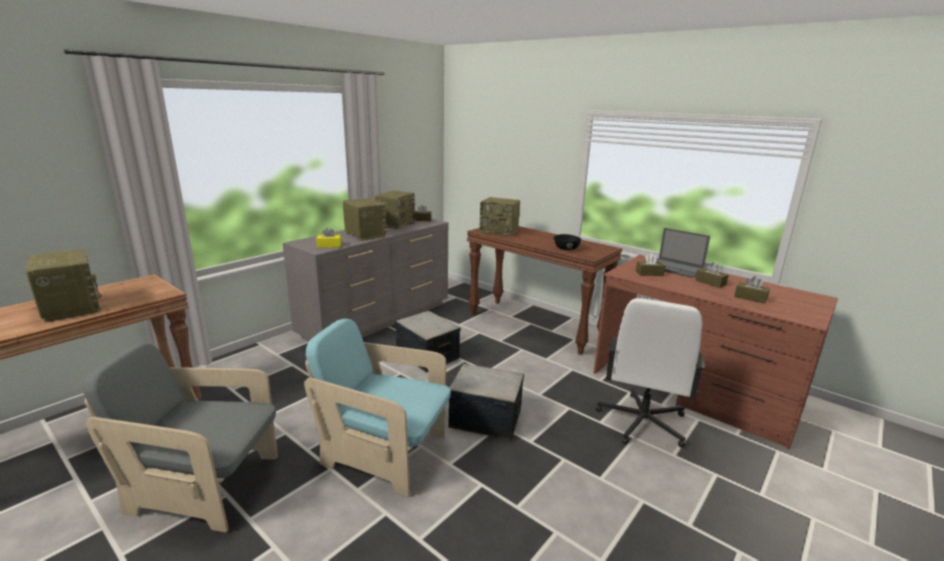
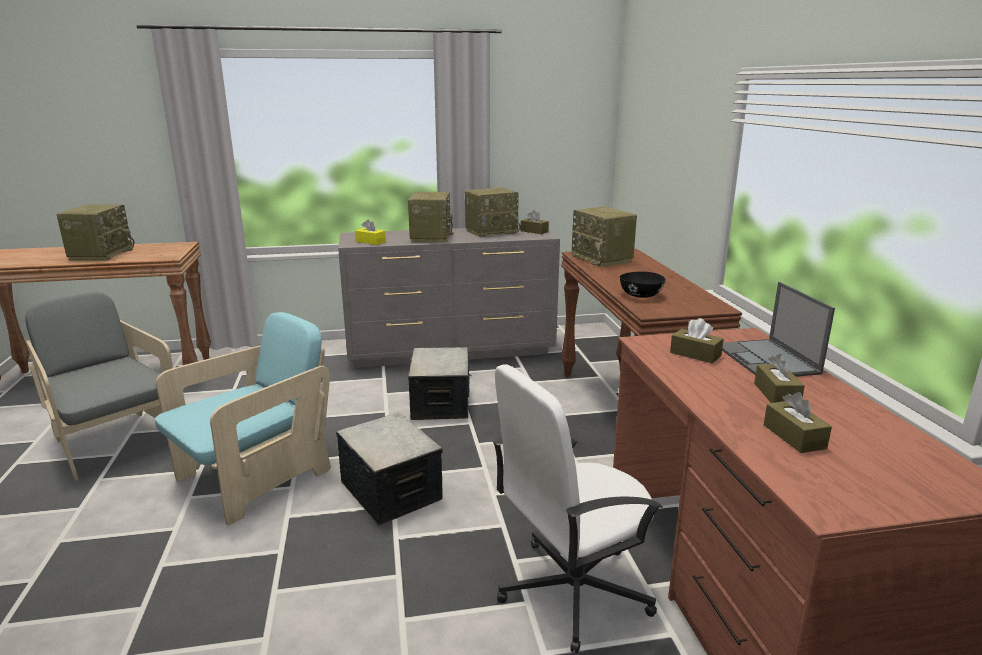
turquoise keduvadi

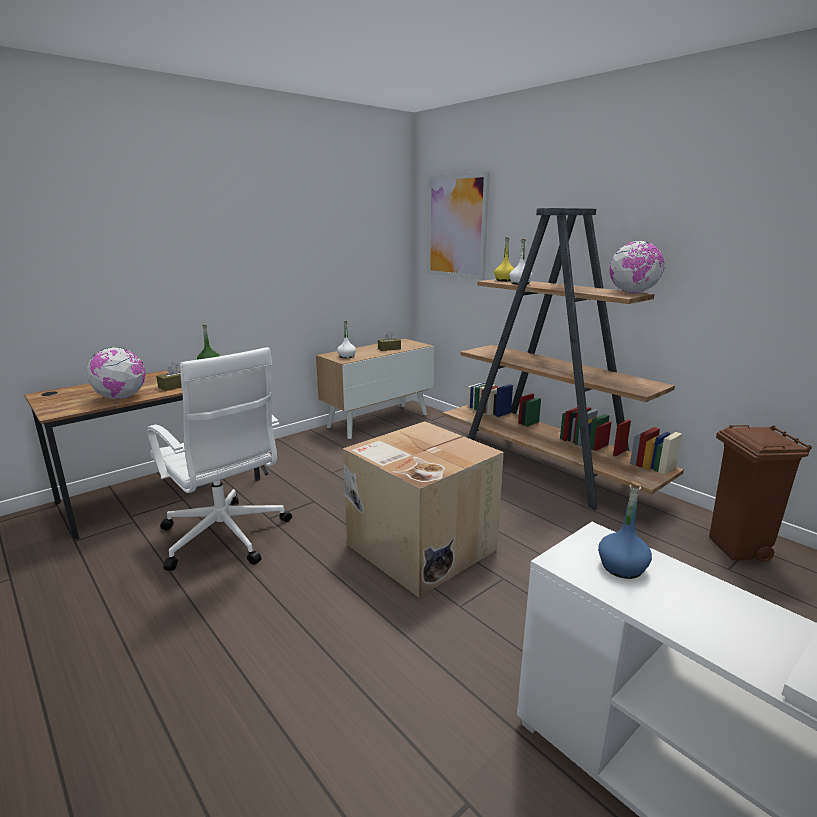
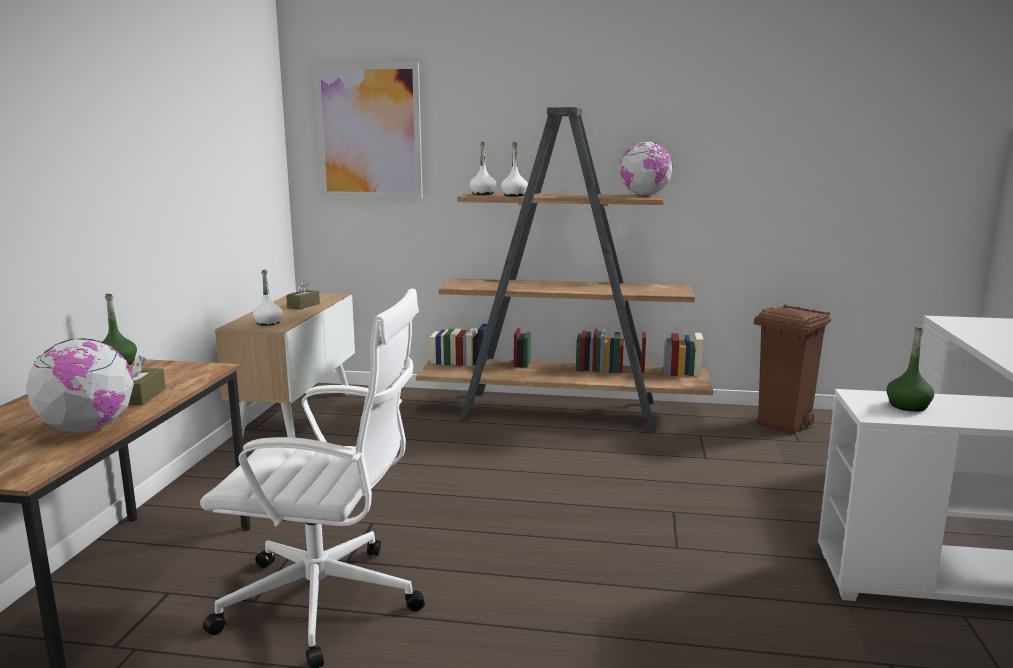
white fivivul (no. 2 from left)
green fivivul (no. 2 from left)
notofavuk

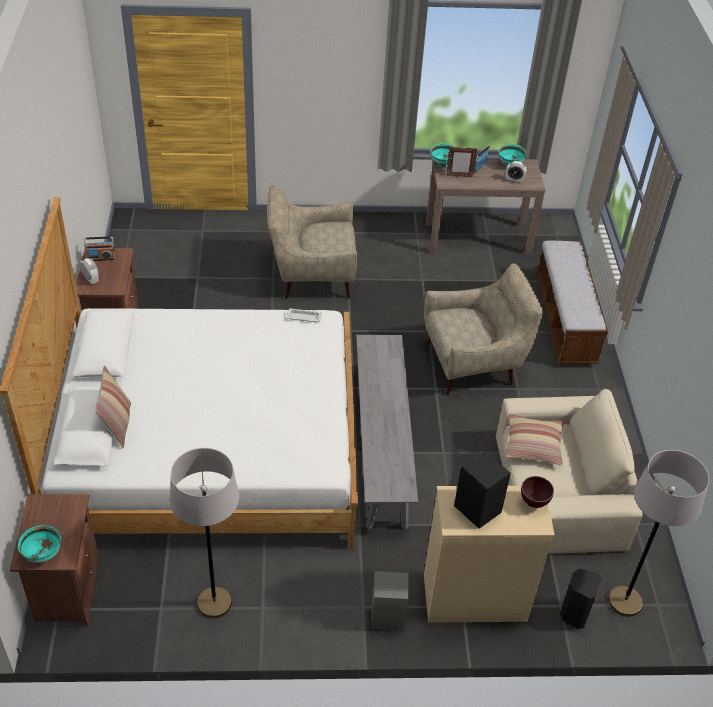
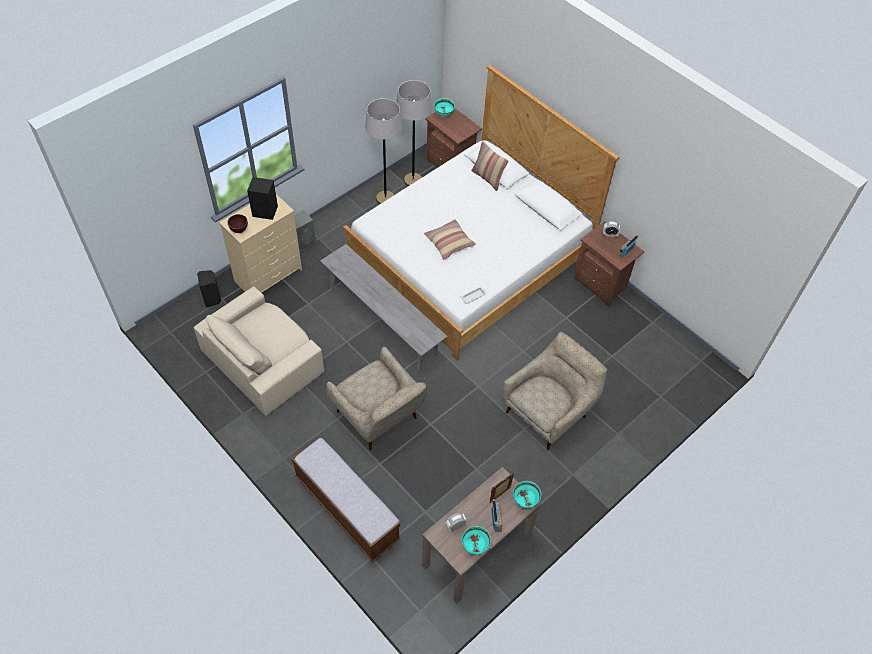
beige keduvadi (no. 2 from left)
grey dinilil (no. 2 from left)
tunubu (no. 1 from left)

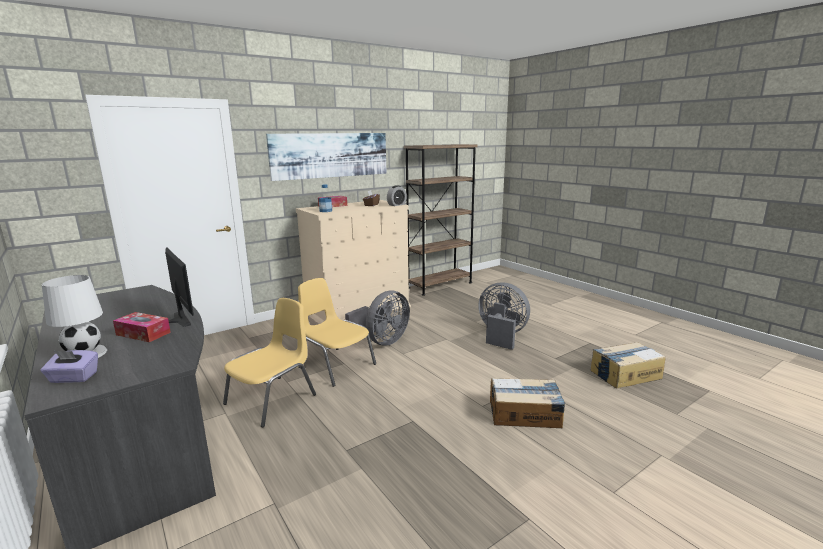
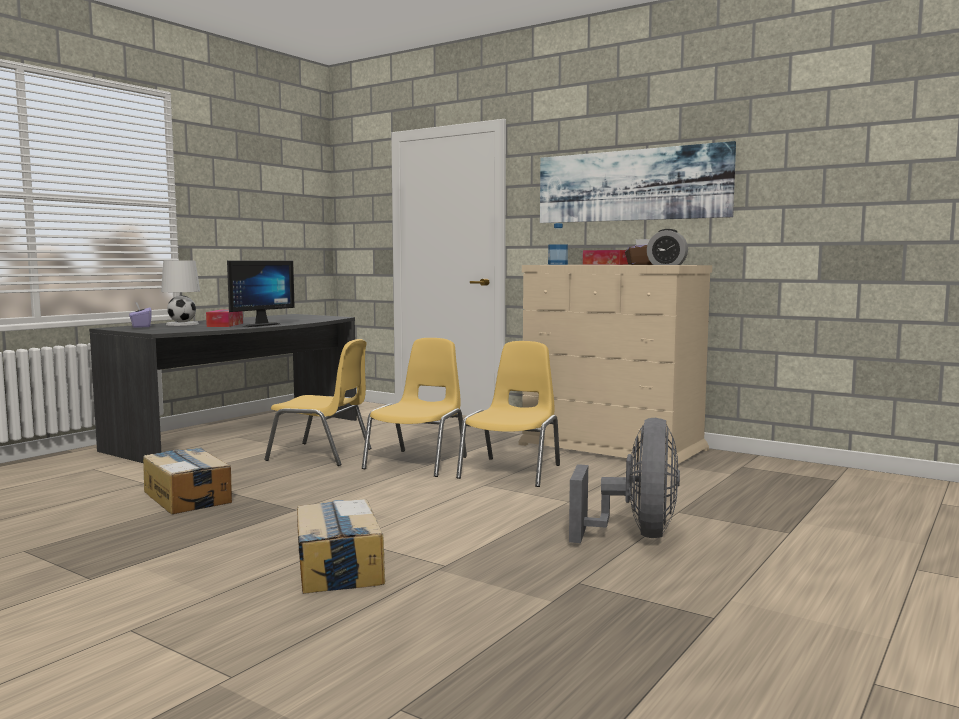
notofavuk (no. 1 from left)
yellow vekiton (no. 3 from left)
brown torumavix

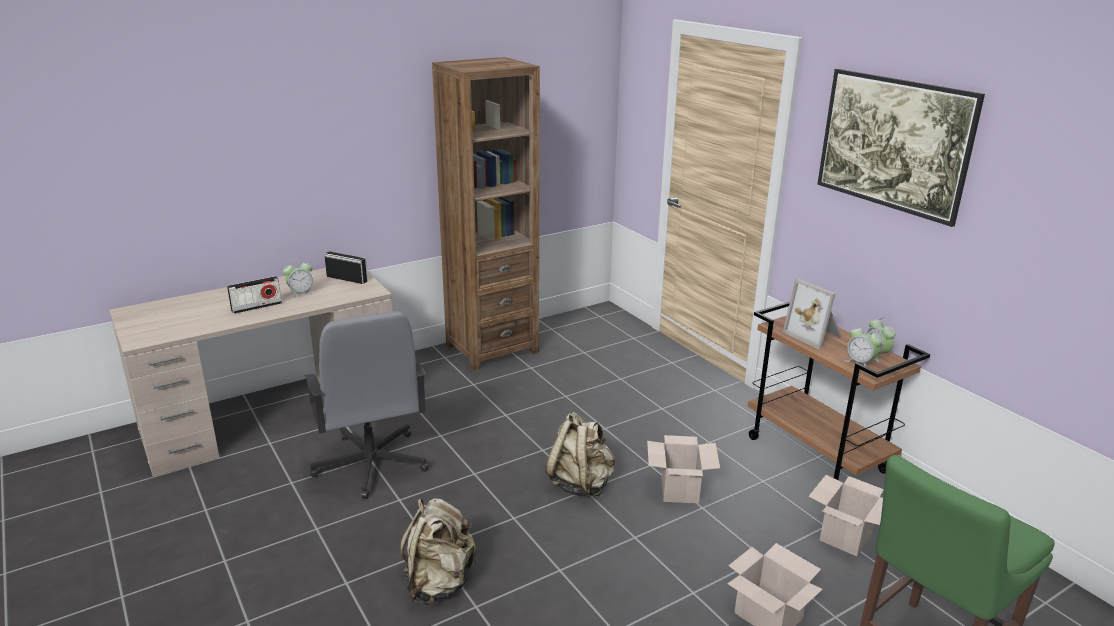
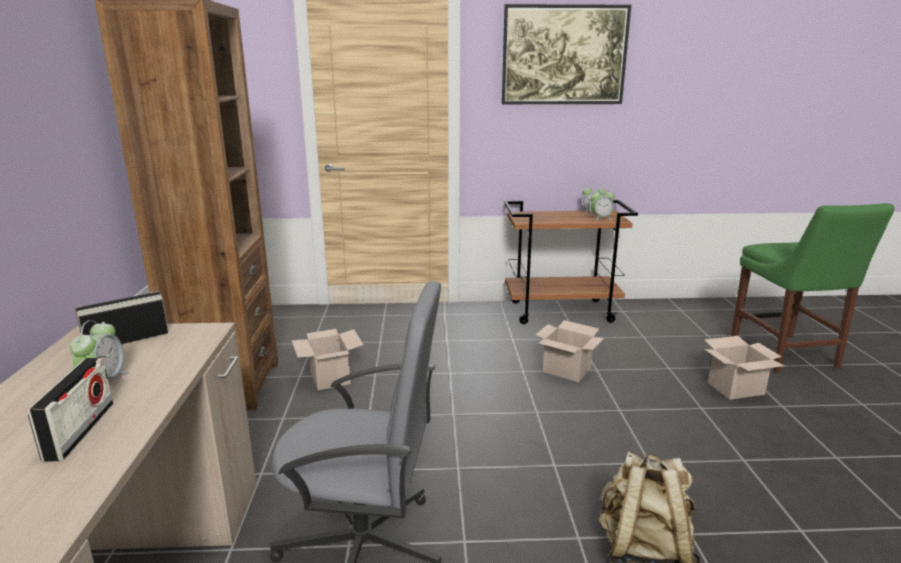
notofavuk (no. 1 from left)
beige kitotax (no. 2 from left in the first image)
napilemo

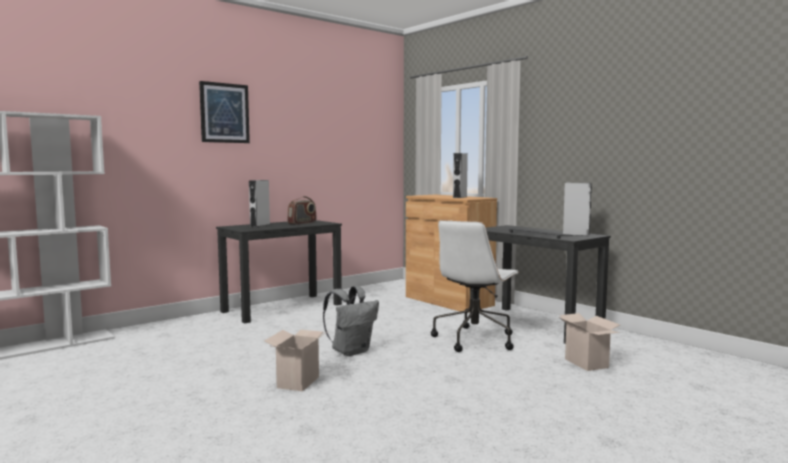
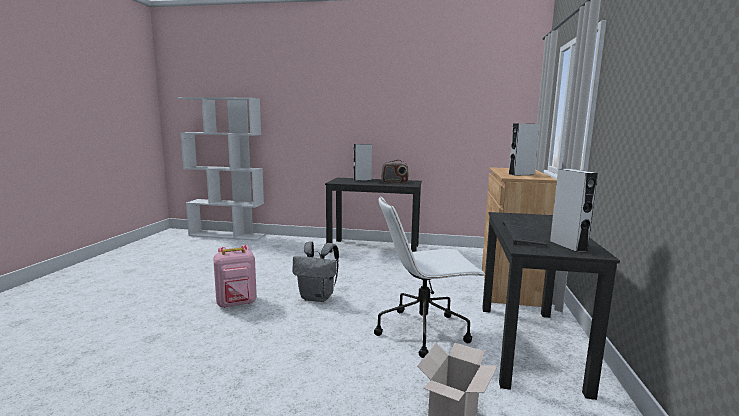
pink kitotax
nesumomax

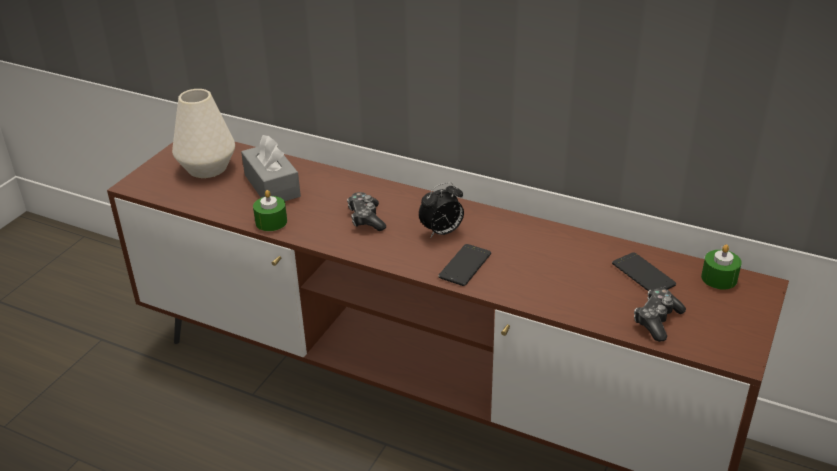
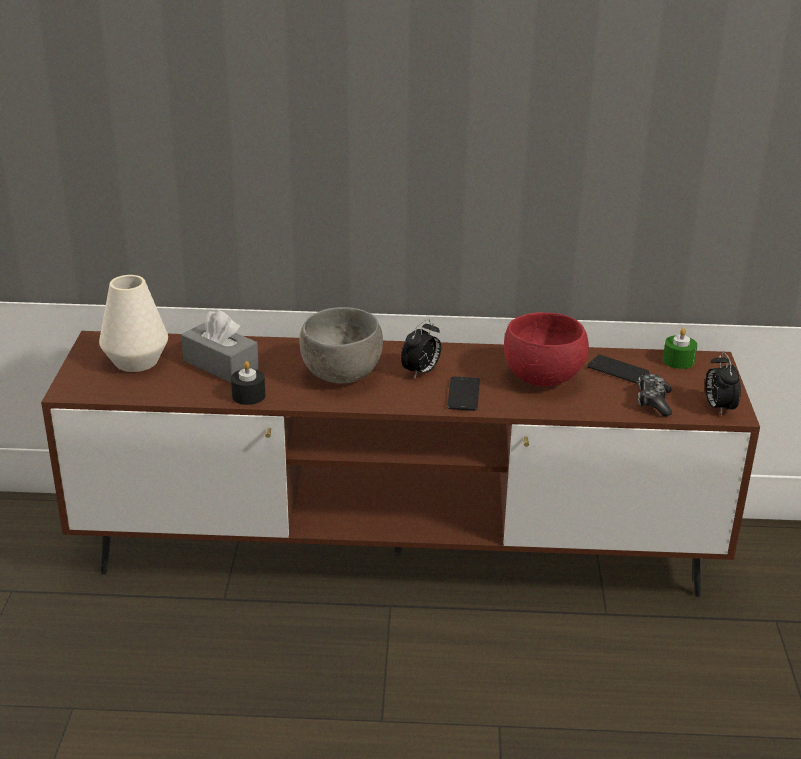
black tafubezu
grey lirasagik
red lirasagik
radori (no. 2 from left)

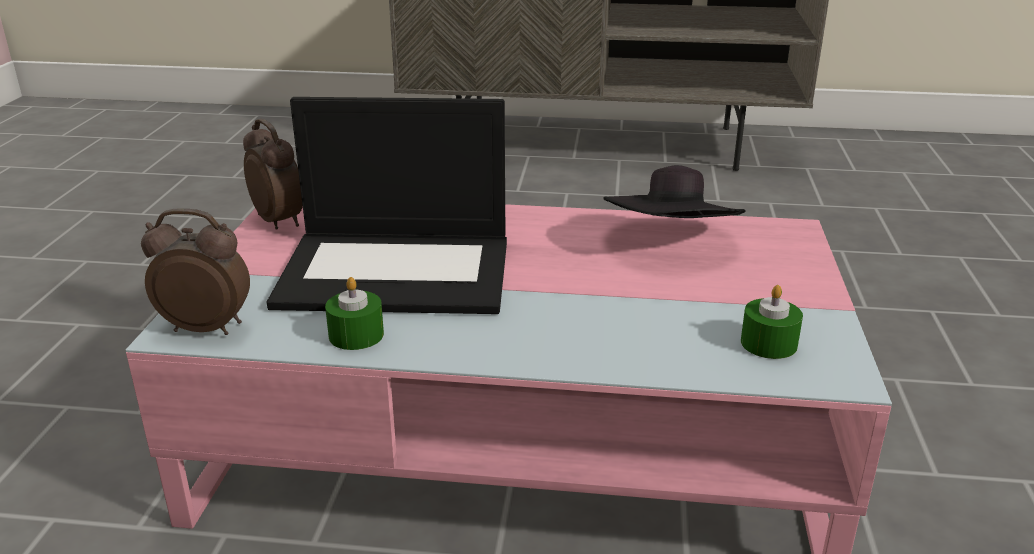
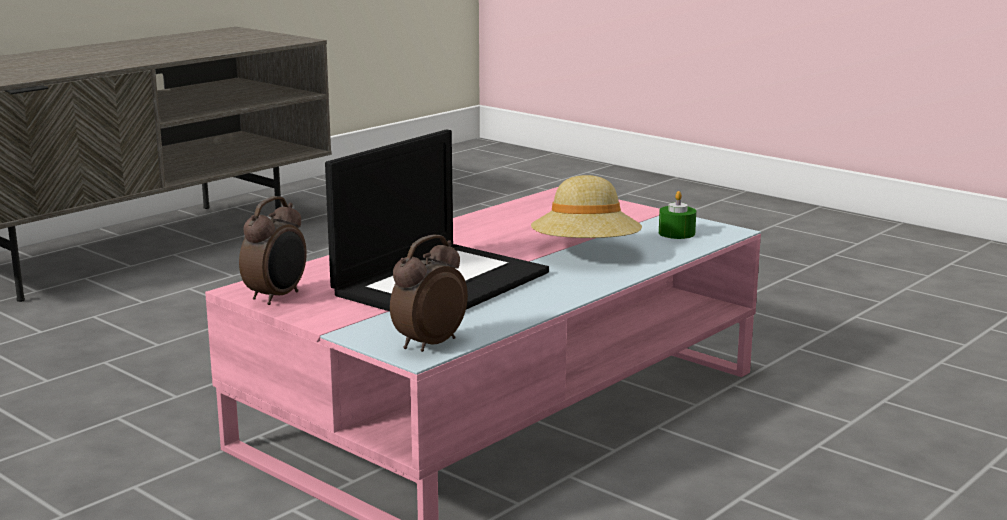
radori (no. 1 from left)
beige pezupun
green tafubezu (no. 1 from left in the first image)
black pezupun

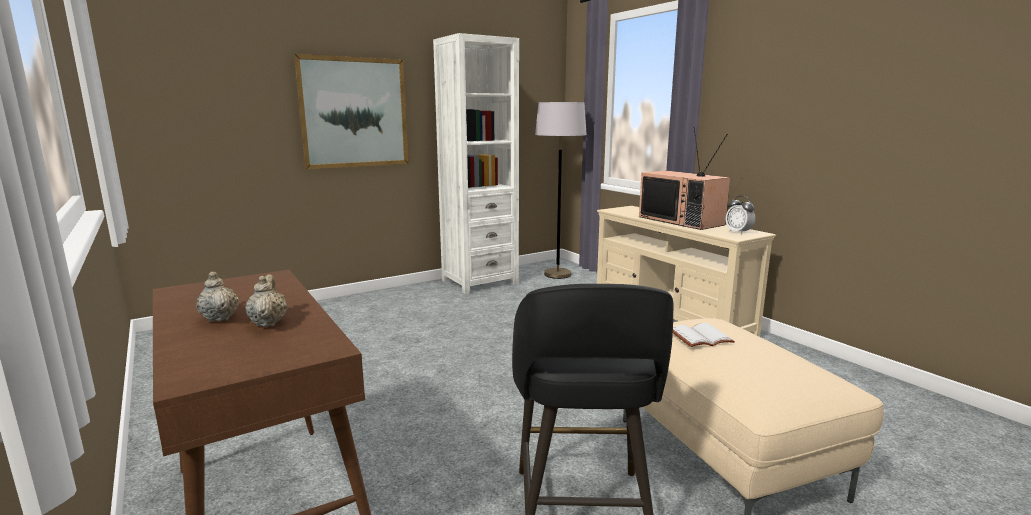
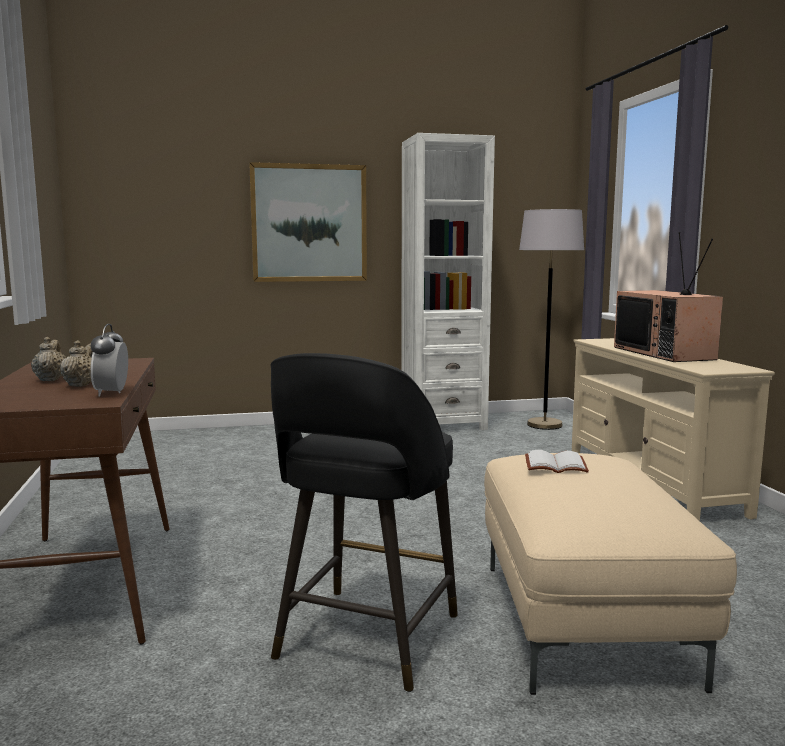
radori

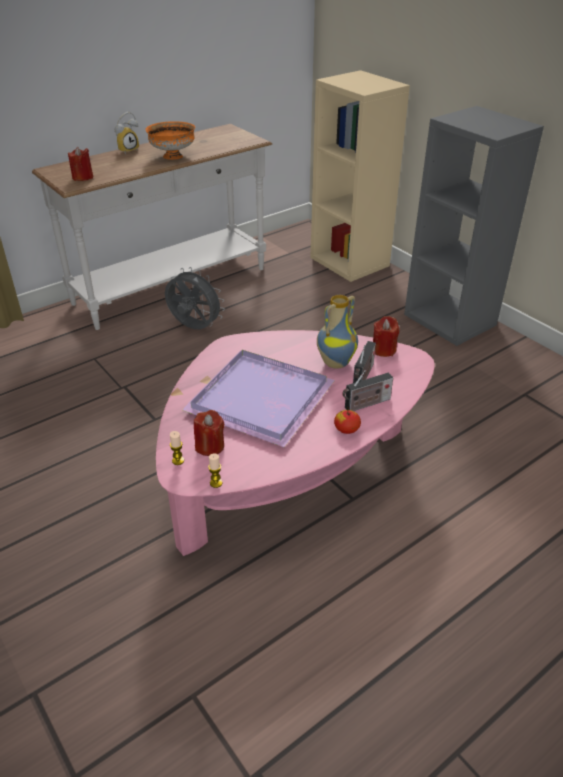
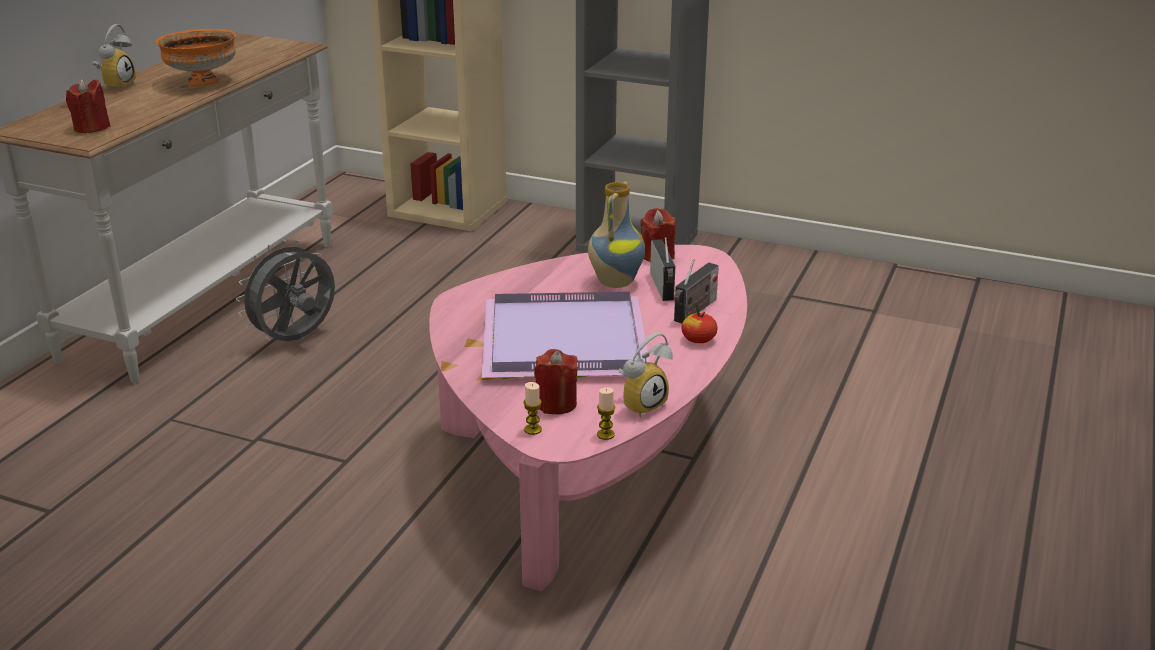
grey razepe
radori (no. 2 from left)

